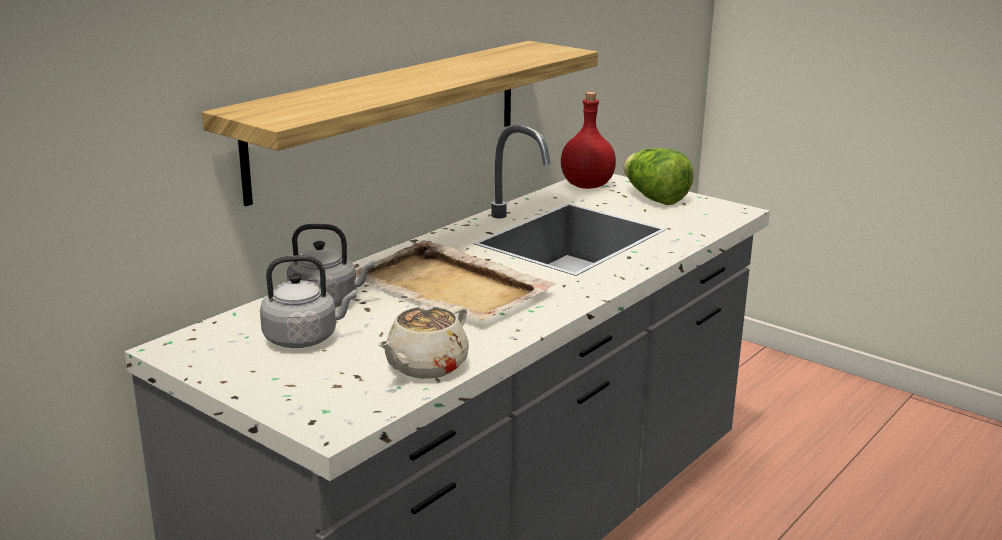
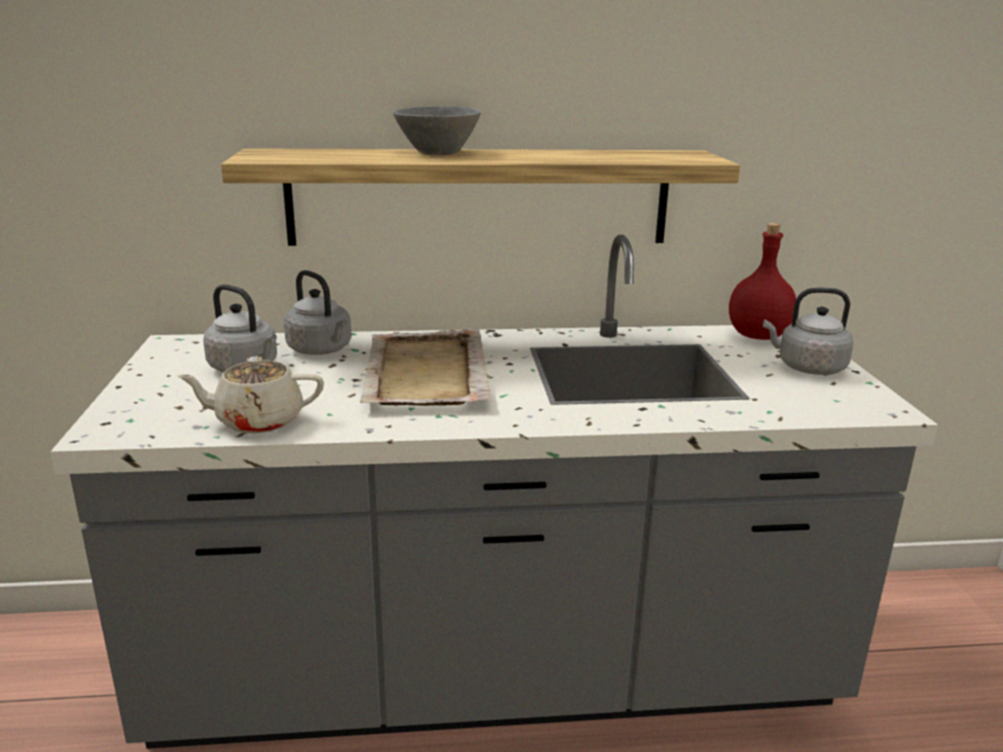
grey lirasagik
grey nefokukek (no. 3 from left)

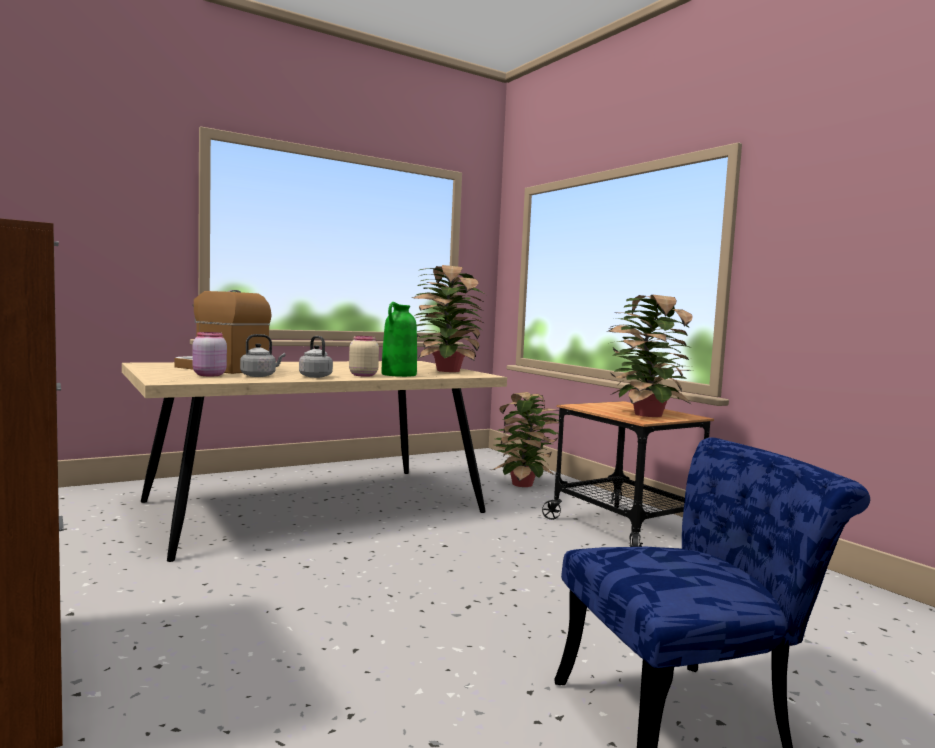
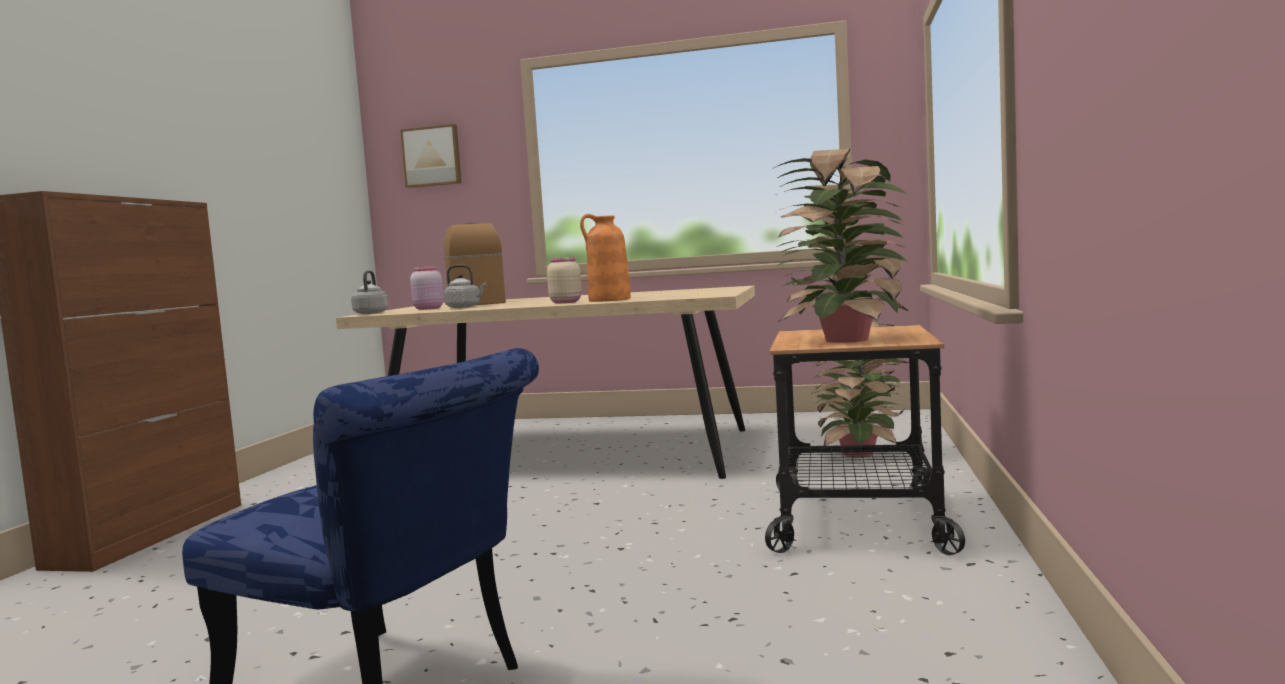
grey nefokukek (no. 1 from left)
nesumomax
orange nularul
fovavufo (no. 1 from left in the first image)

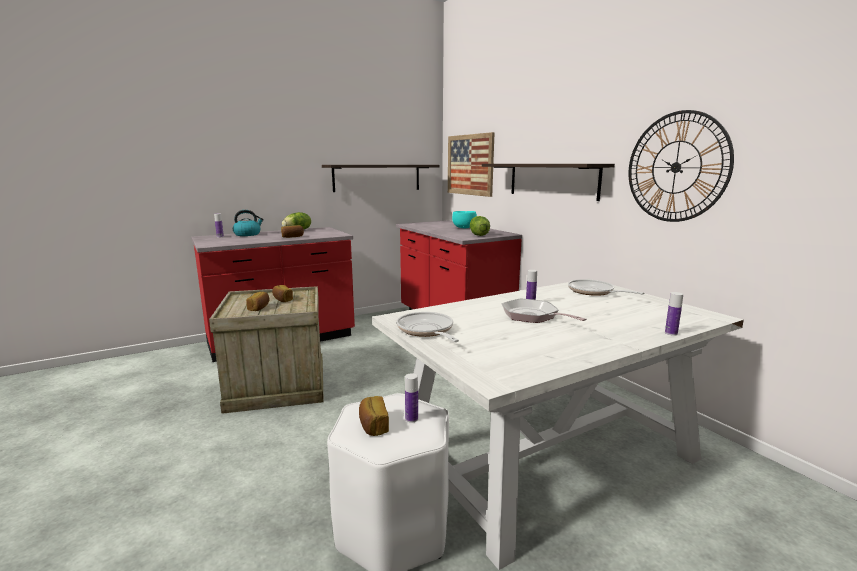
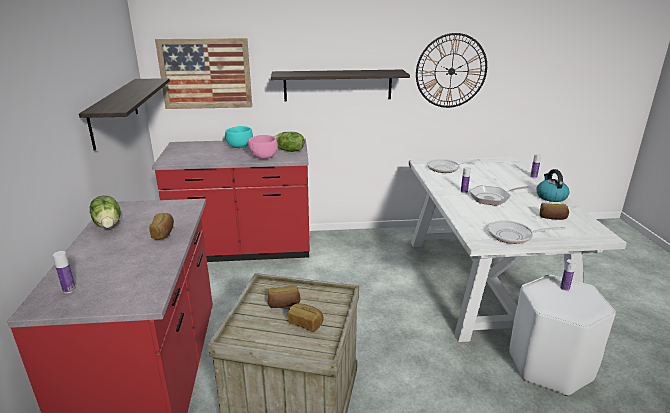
pink lirasagik
nefokukek
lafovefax (no. 4 from left)

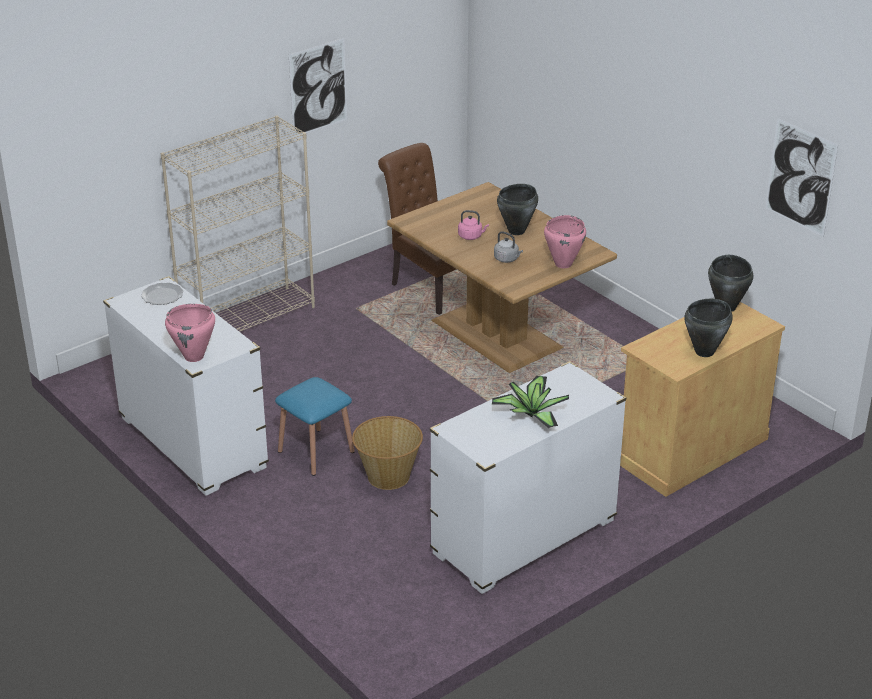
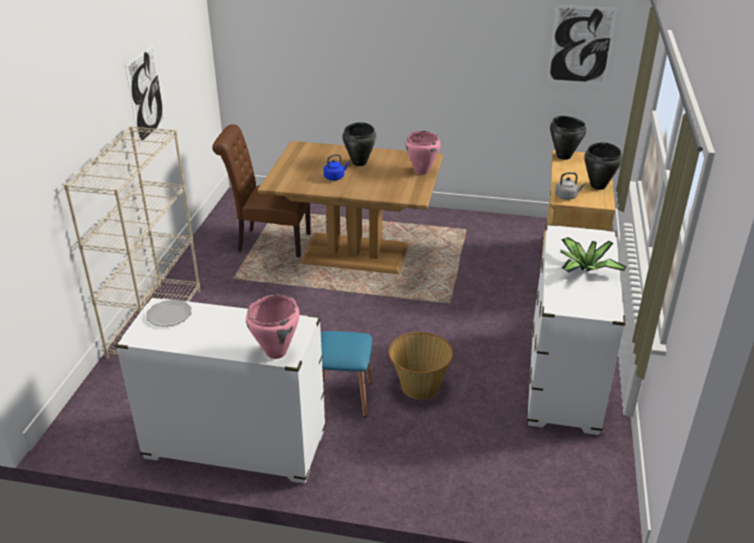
blue nefokukek
grey nefokukek

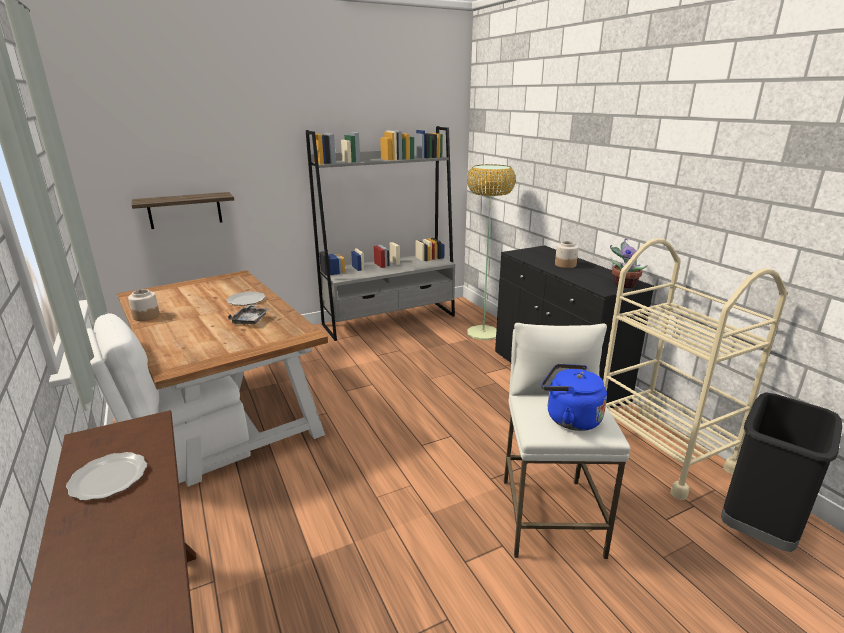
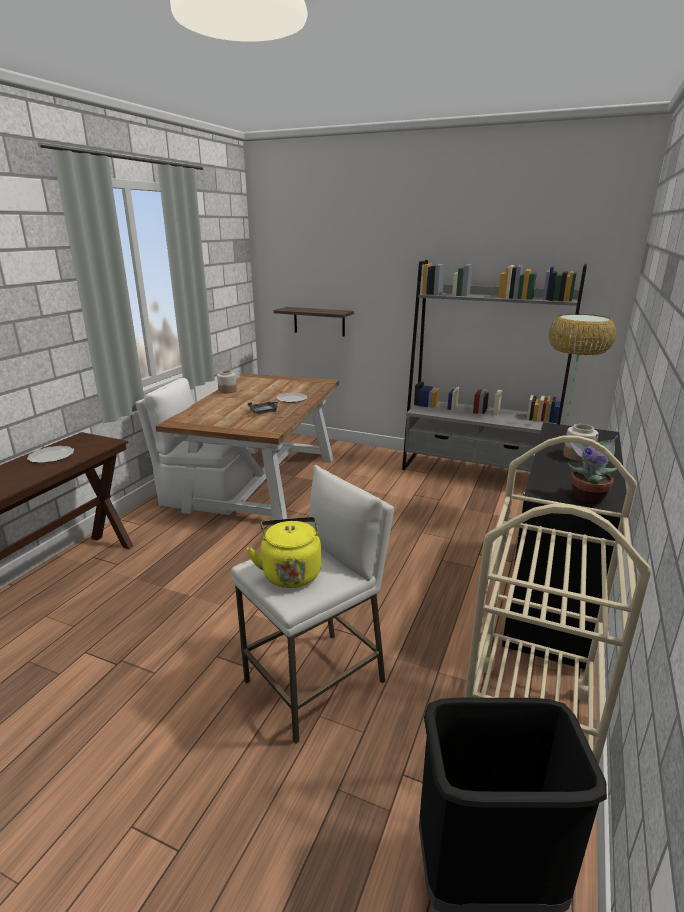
yellow nefokukek

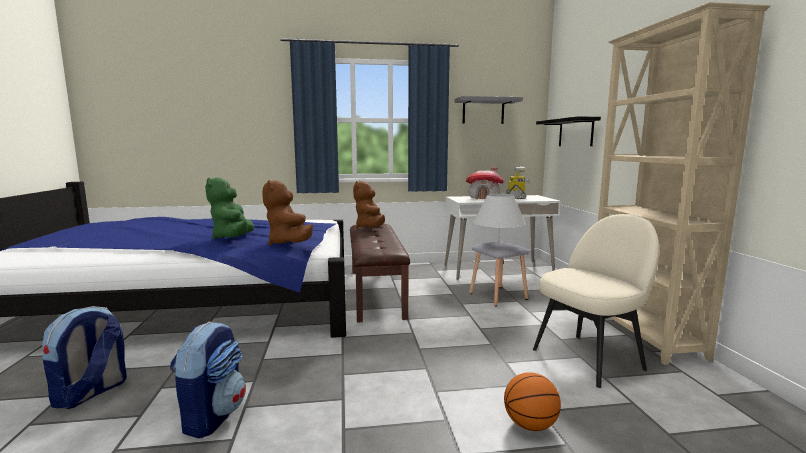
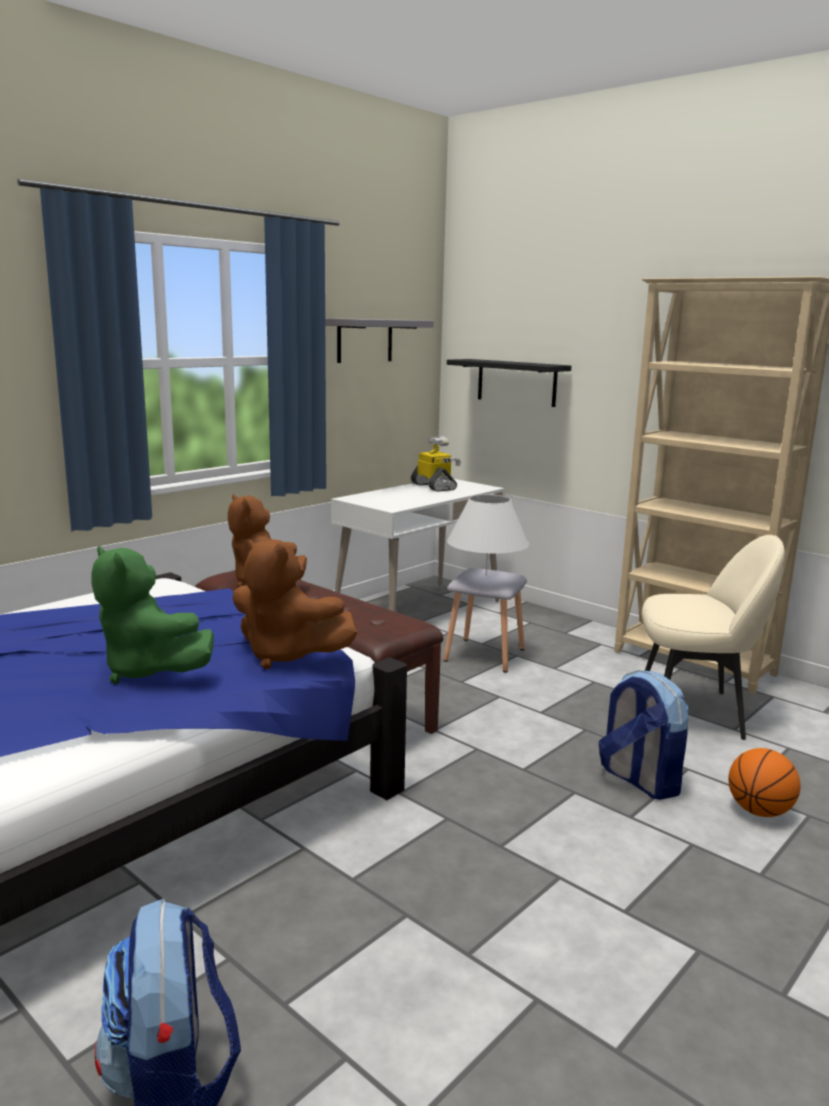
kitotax (no. 2 from left)
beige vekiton
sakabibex

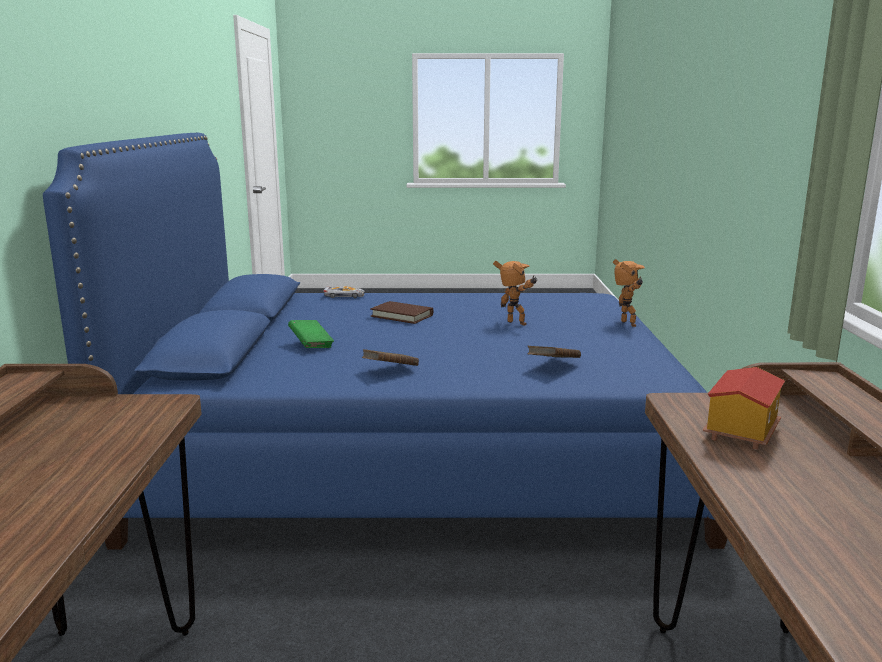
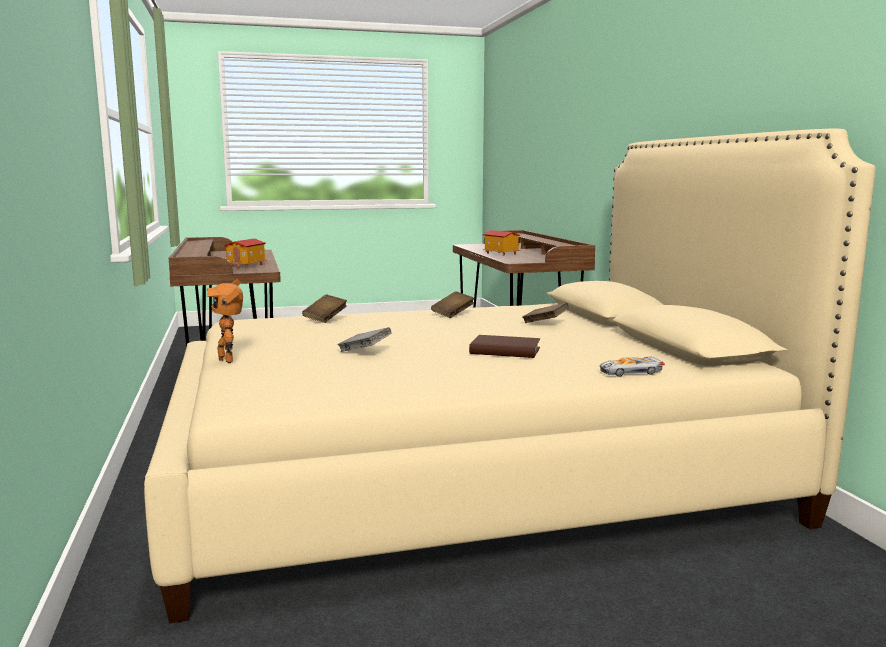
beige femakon
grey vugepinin
sakabibex (no. 2 from left)
brown vugepinin (no. 4 from left)

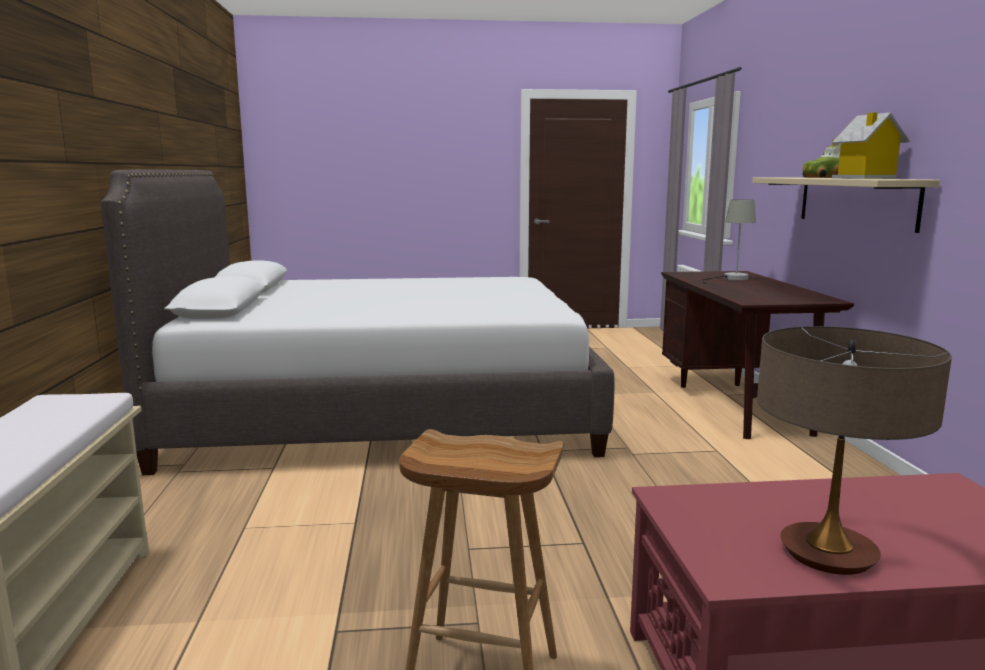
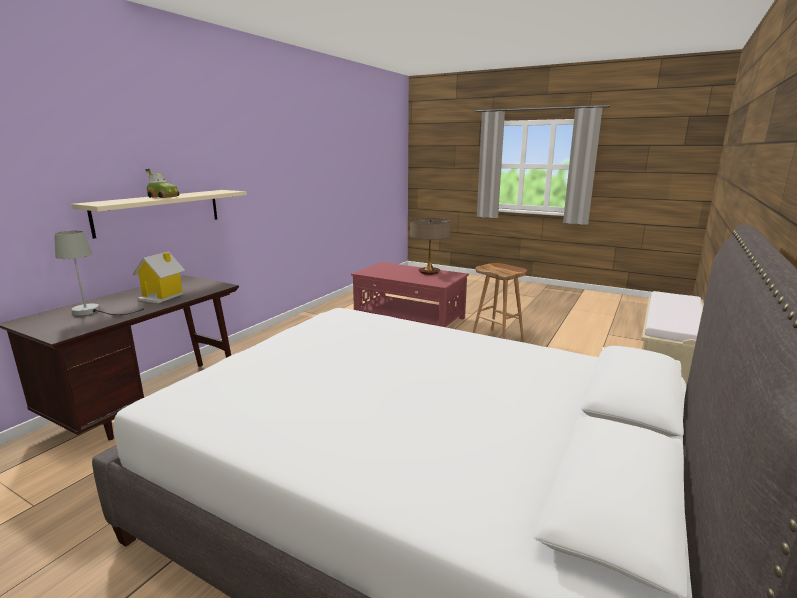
sakabibex

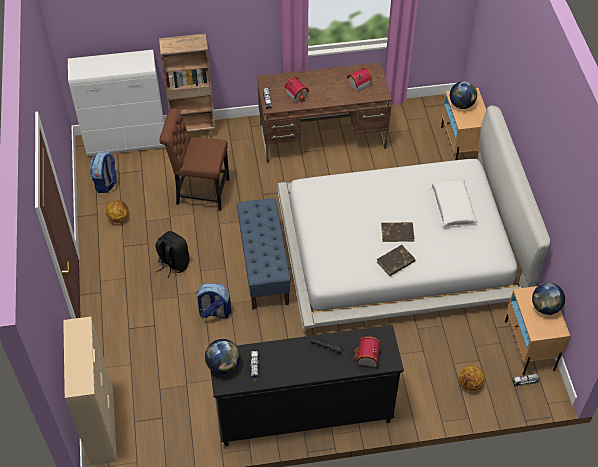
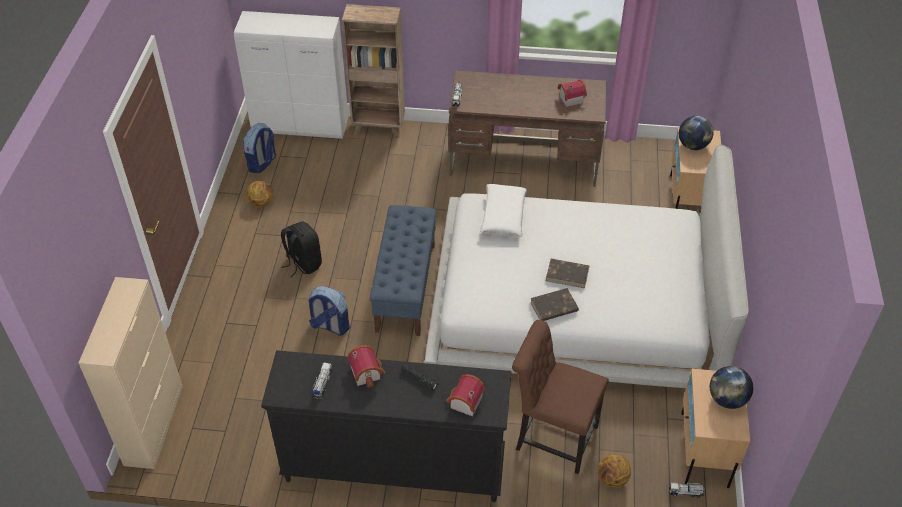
sakabibex (no. 1 from left)
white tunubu
brown vekiton
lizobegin (no. 1 from left in the first image)

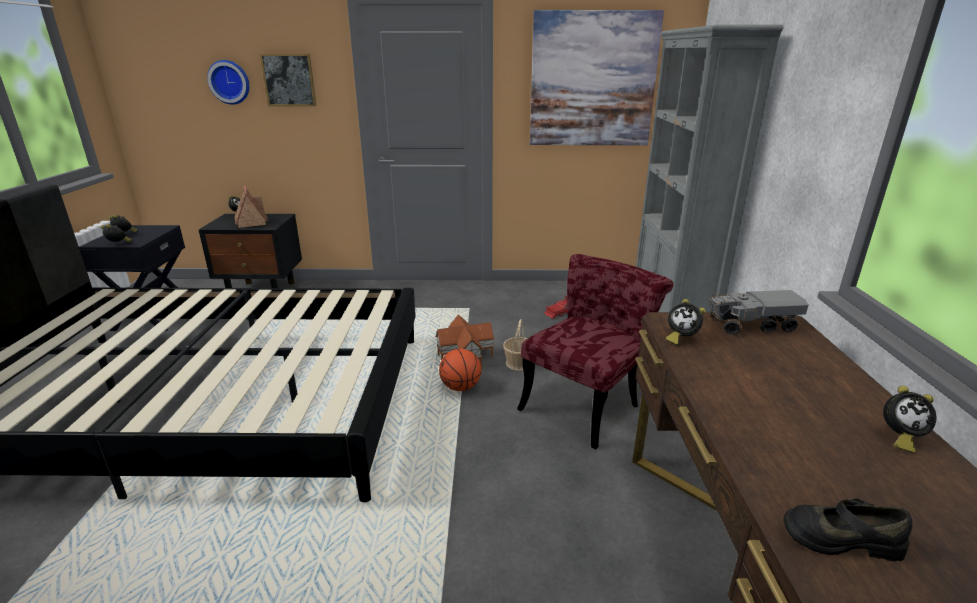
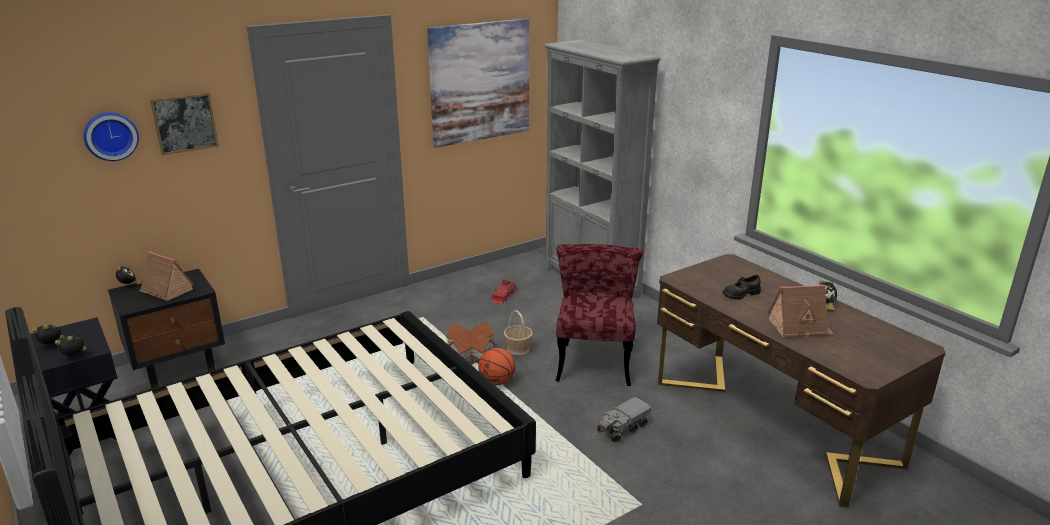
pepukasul
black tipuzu
sakabibex (no. 3 from left)
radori (no. 4 from left in the first image)

